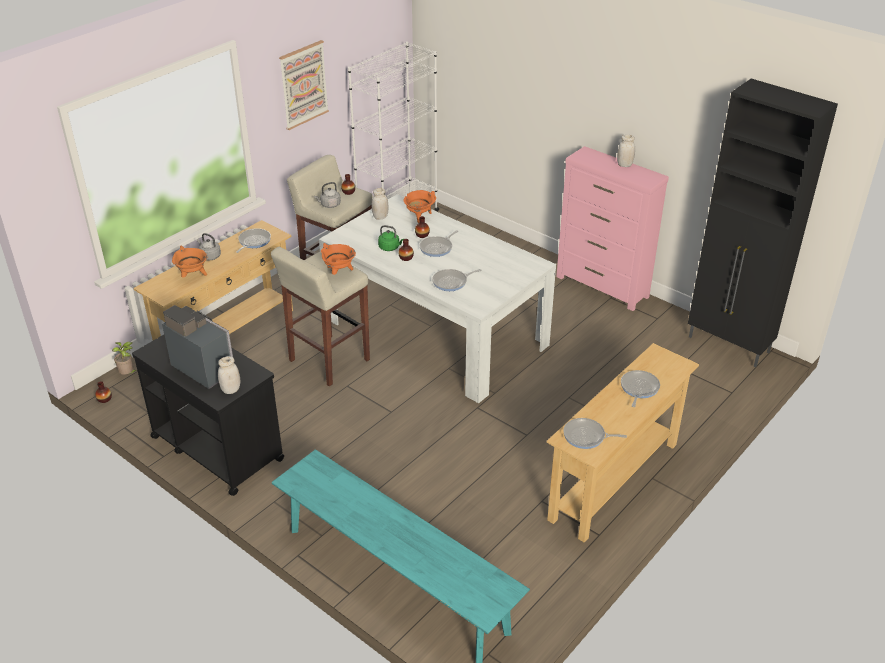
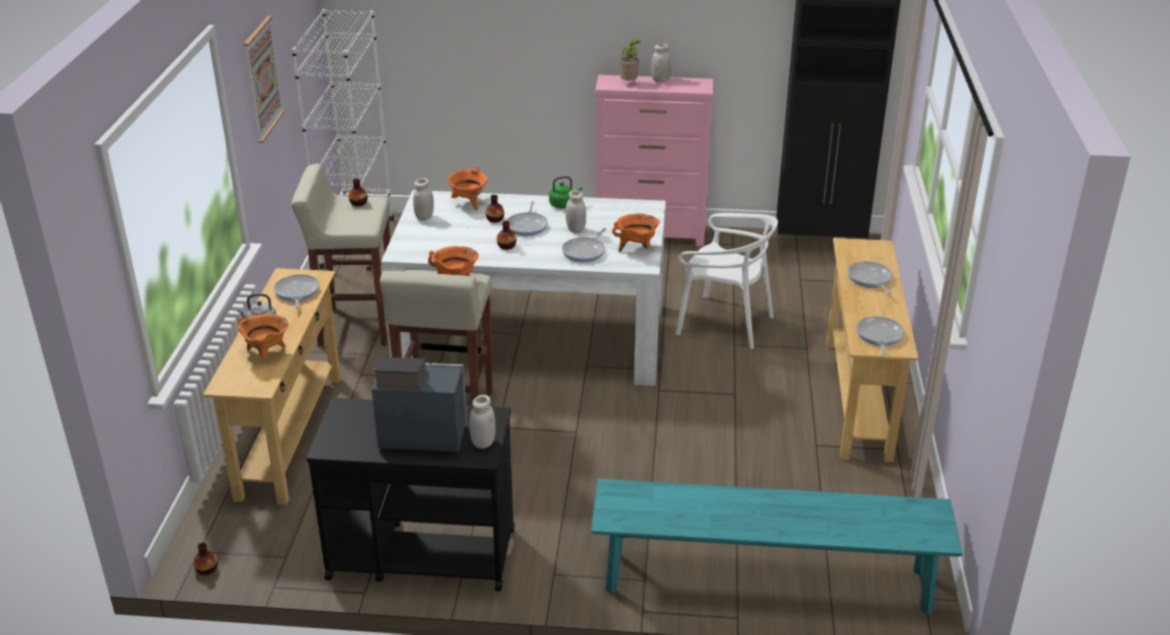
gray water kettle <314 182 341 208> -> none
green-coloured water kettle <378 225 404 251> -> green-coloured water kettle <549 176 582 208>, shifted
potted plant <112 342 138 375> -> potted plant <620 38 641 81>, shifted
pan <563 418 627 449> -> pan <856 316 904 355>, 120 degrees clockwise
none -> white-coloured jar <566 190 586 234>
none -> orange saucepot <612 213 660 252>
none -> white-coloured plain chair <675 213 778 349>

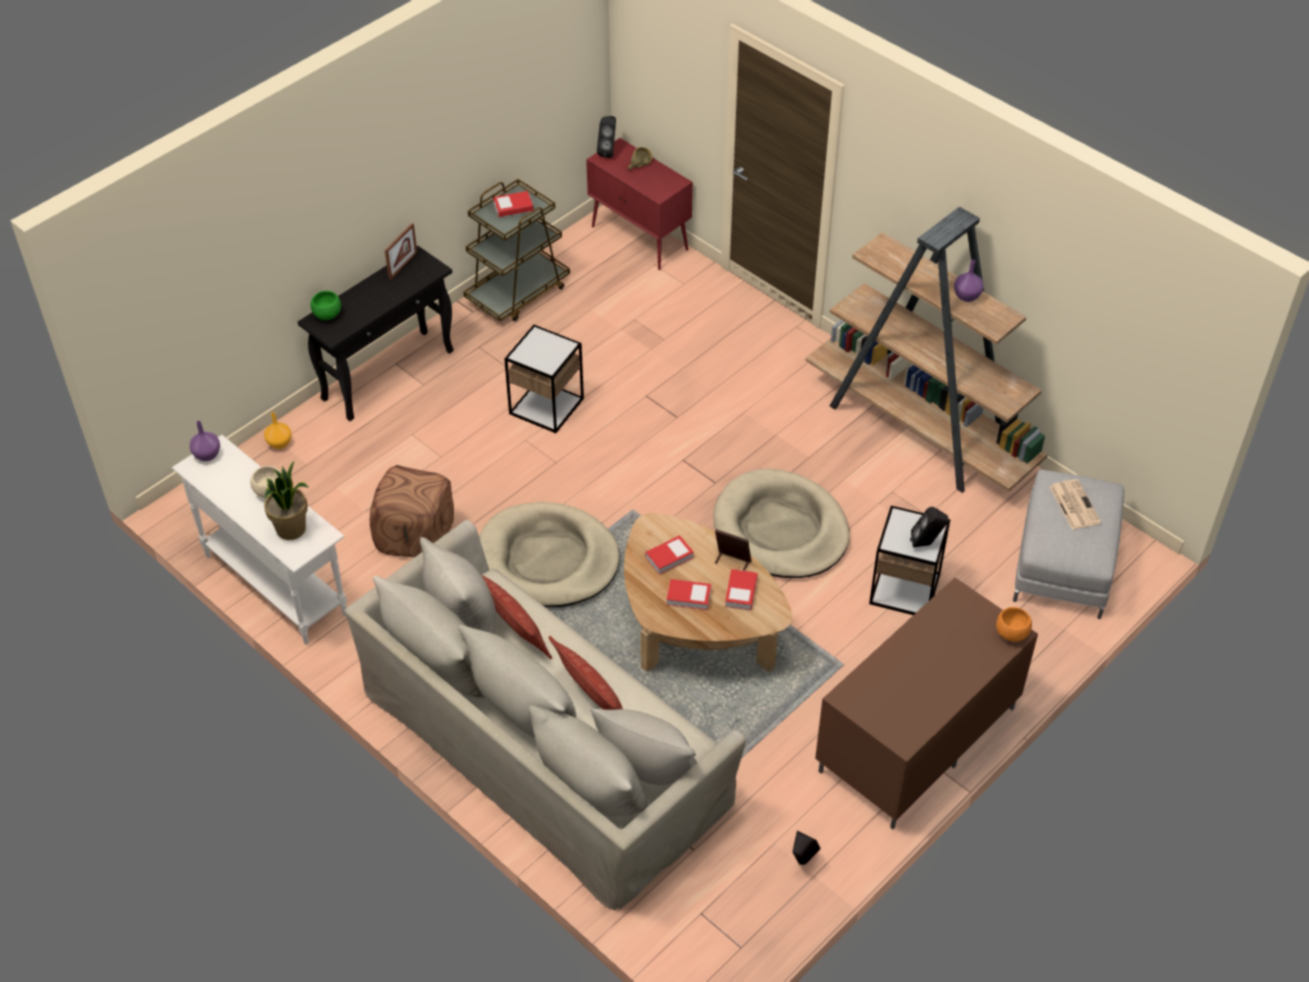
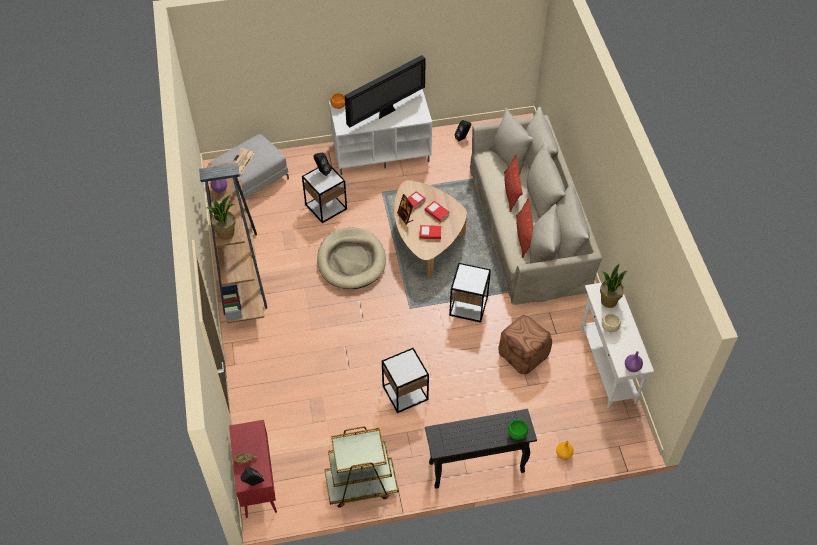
book <493 191 533 217> -> none
photo frame <385 223 417 280> -> none
beige dog cushion <479 502 620 608> -> accent table <449 263 491 323>
brownish tv stand <815 578 1038 829> -> white-coloured tv stand <329 89 432 175>
none -> TV set <344 55 426 127>
none -> potted plant <207 195 236 240>

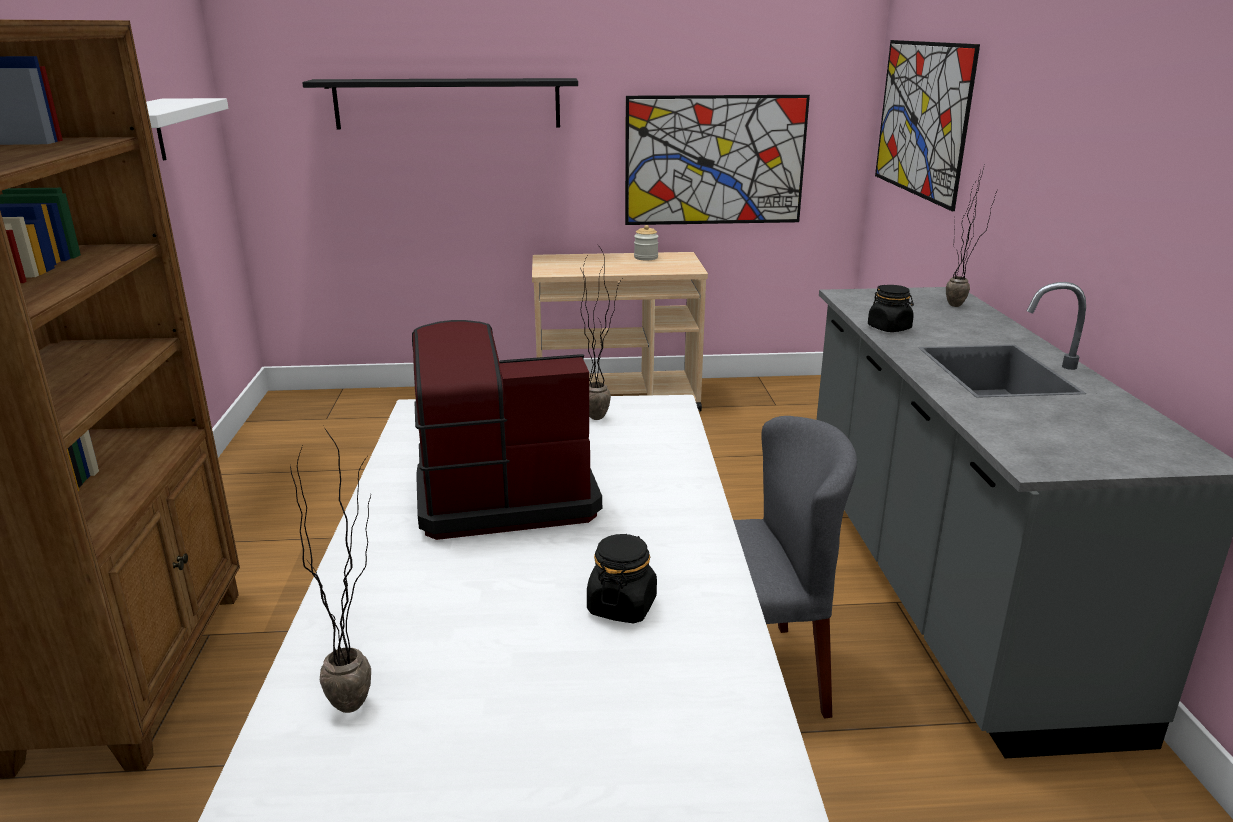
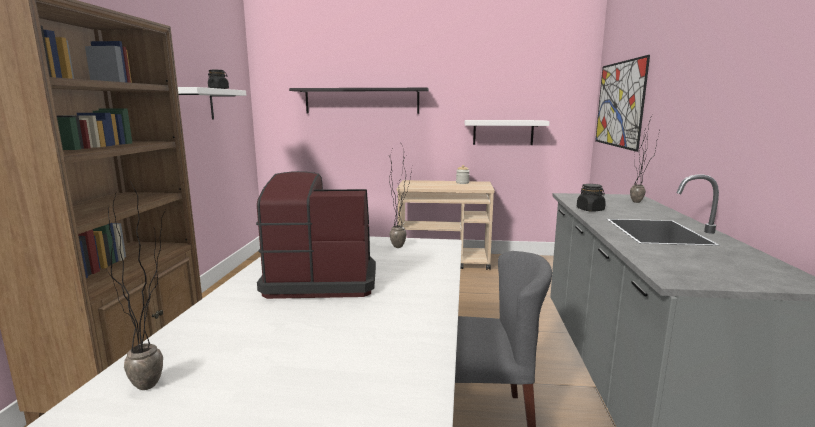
wall art <625 95 810 225> -> white-coloured wall shelf <465 120 550 145>
black jar <587 534 657 624> -> black jar <208 70 229 89>, shifted

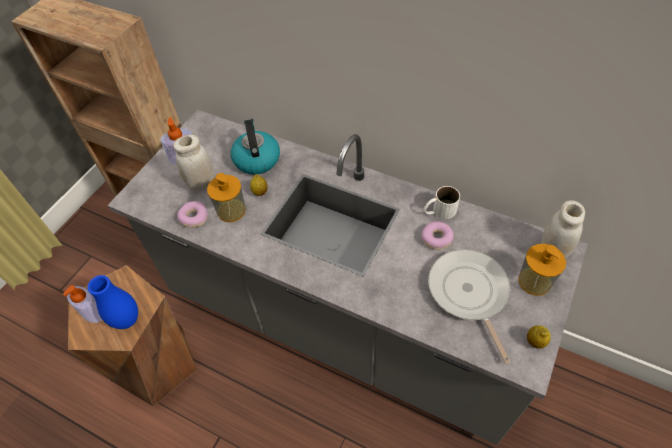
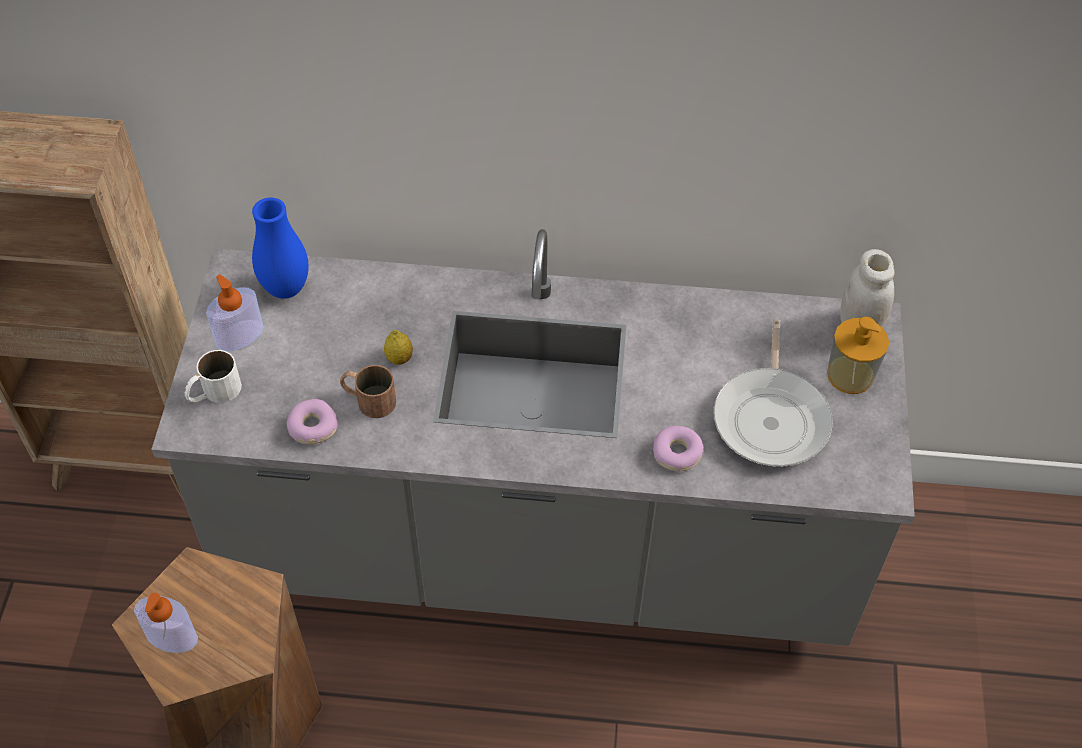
water kettle <231 119 280 175> -> none
white-coloured jar <173 134 214 191> -> none
liquid soap bottle <207 173 246 222> -> brownish tea mug <340 365 396 418>
white-coloured tea mug <424 186 460 219> -> white-coloured tea mug <185 350 242 403>, shifted
donut <421 221 454 250> -> donut <653 426 704 471>, shifted
pan <428 249 510 364> -> pan <713 319 833 467>, 135 degrees counterclockwise
blue-coloured decorative vase <88 275 138 329> -> blue-coloured decorative vase <252 197 309 299>, shifted
whole lemon <527 325 551 349> -> none

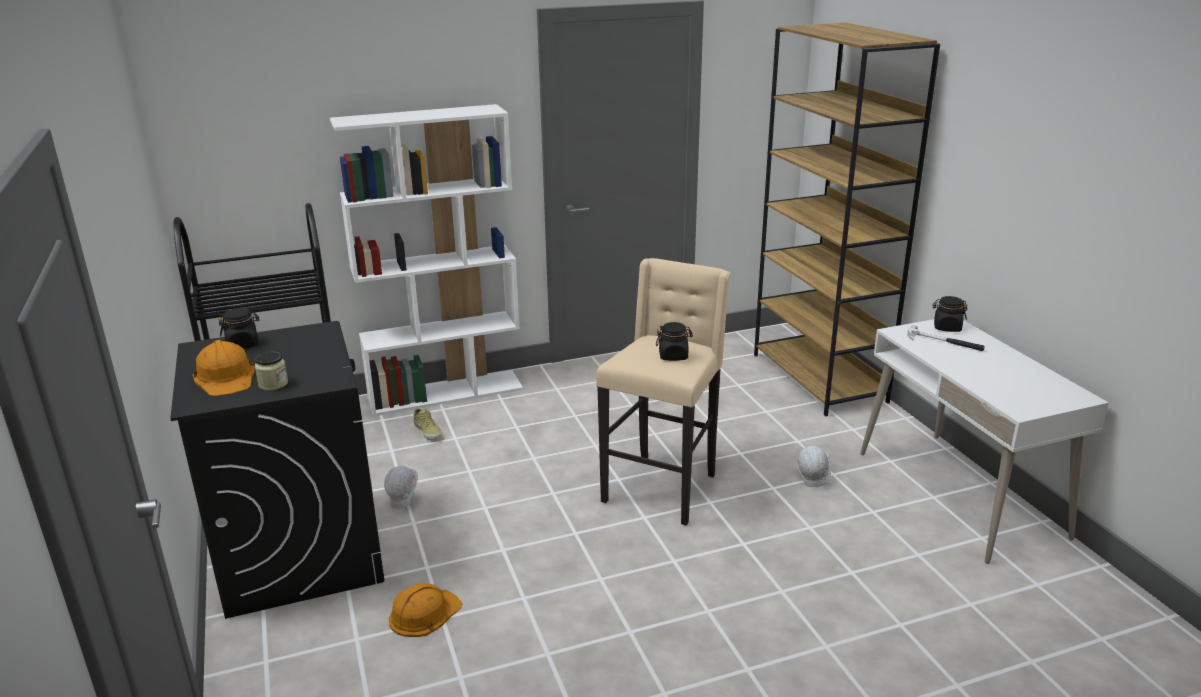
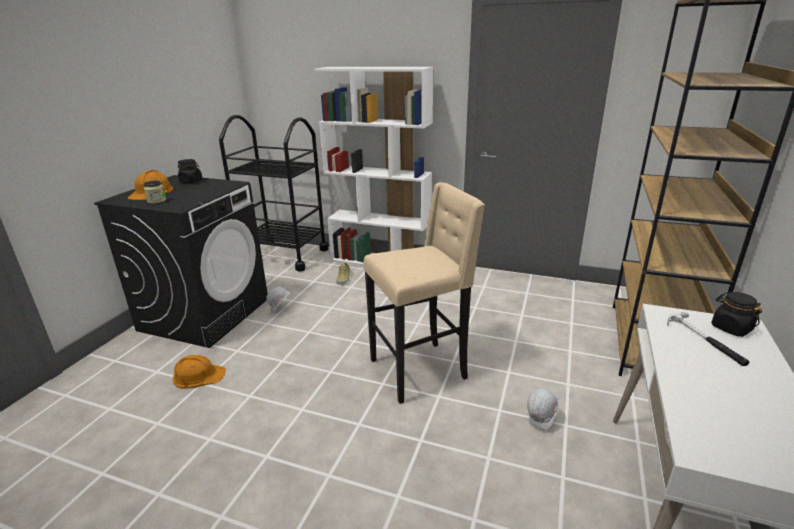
black jar <656 322 693 361> -> none

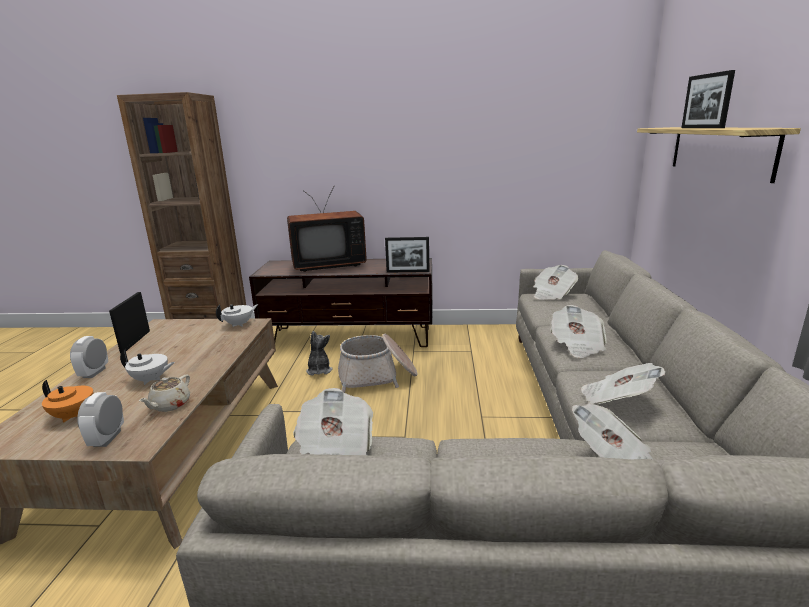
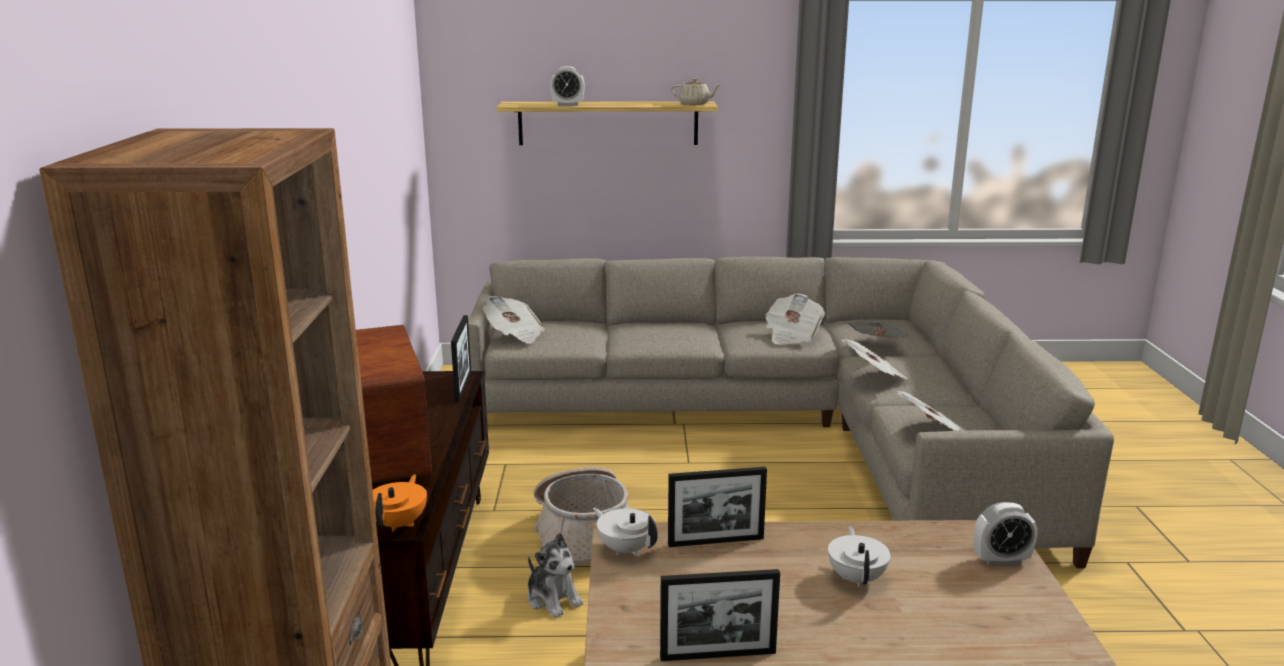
photo frame <681 70 735 128> -> photo frame <668 467 767 547>, shifted
printed paper <550 305 607 358> -> printed paper <841 339 909 379>, shifted
cuddly toy <306 331 333 376> -> cuddly toy <528 533 584 618>, 120 degrees counterclockwise
bedside clock <70 336 108 378> -> bedside clock <550 66 585 106>, shifted
beige tea pot <139 374 190 412> -> beige tea pot <671 78 721 105>, shifted
orange tea pot <42 380 94 422> -> orange tea pot <373 474 427 532>, shifted

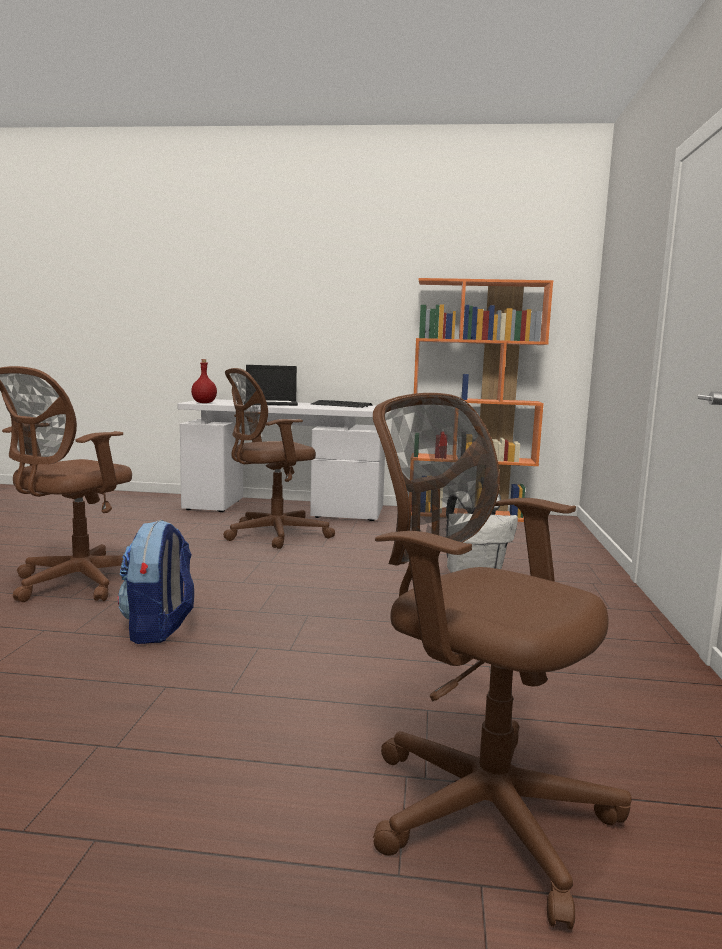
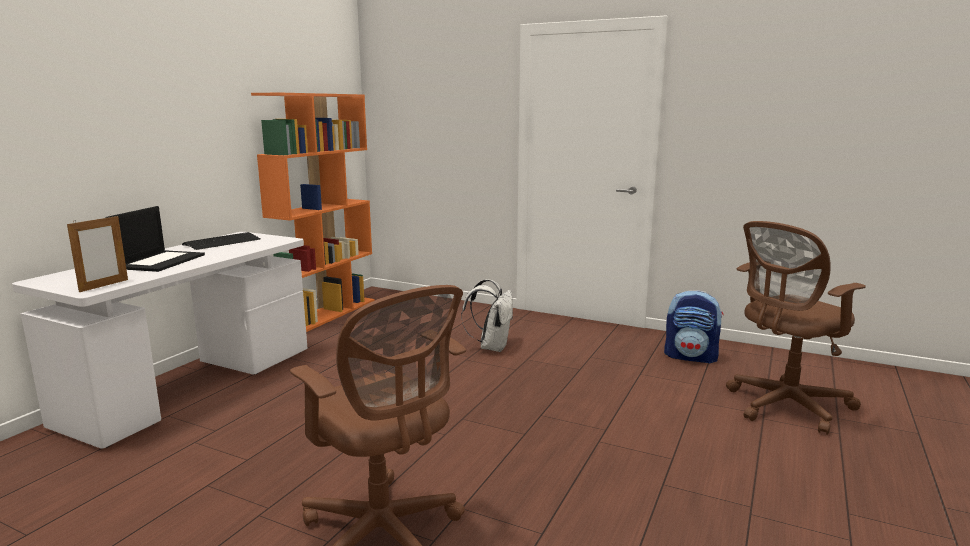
red-coloured drink bottle <191 359 217 403> -> photo frame <67 215 128 292>
brownish computer chair <224 368 335 549> -> none
rucksack <118 520 194 644> -> rucksack <664 290 724 364>, shifted

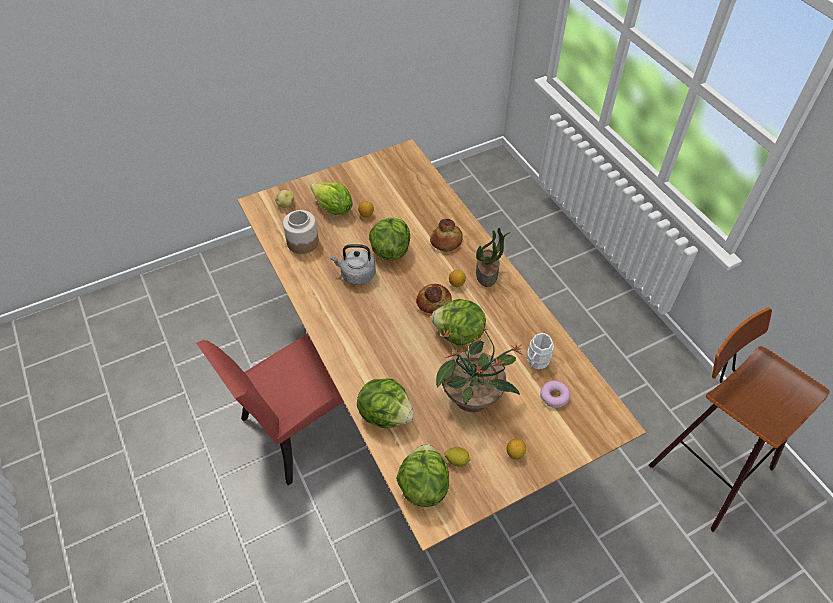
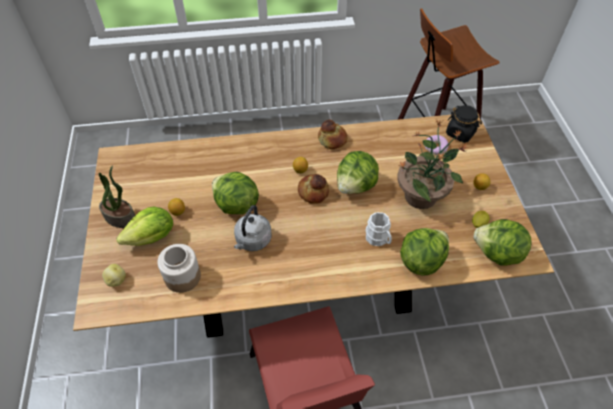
baked bread <430 219 463 252> -> baked bread <318 120 347 149>, shifted
potted plant <476 228 511 287> -> potted plant <99 165 135 228>, shifted
white-coloured tea mug <527 333 554 370> -> white-coloured tea mug <365 212 392 246>, shifted
none -> black jar <446 105 482 143>

